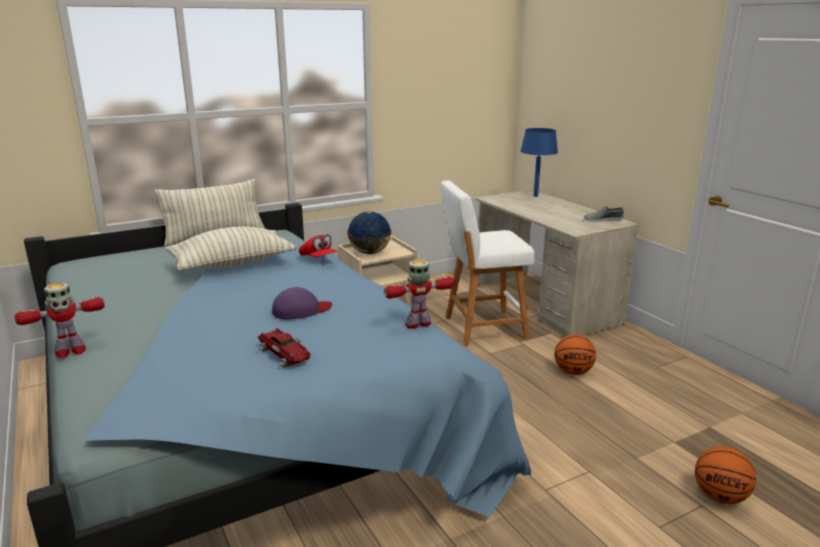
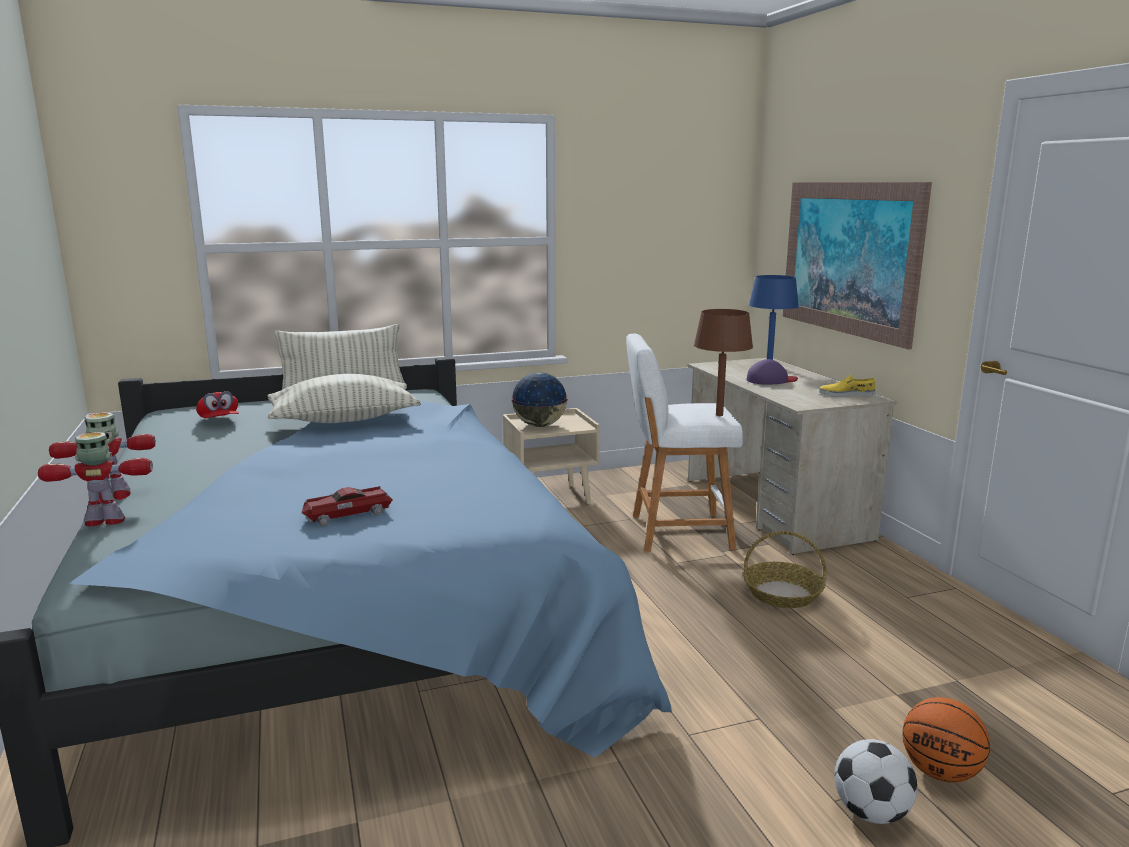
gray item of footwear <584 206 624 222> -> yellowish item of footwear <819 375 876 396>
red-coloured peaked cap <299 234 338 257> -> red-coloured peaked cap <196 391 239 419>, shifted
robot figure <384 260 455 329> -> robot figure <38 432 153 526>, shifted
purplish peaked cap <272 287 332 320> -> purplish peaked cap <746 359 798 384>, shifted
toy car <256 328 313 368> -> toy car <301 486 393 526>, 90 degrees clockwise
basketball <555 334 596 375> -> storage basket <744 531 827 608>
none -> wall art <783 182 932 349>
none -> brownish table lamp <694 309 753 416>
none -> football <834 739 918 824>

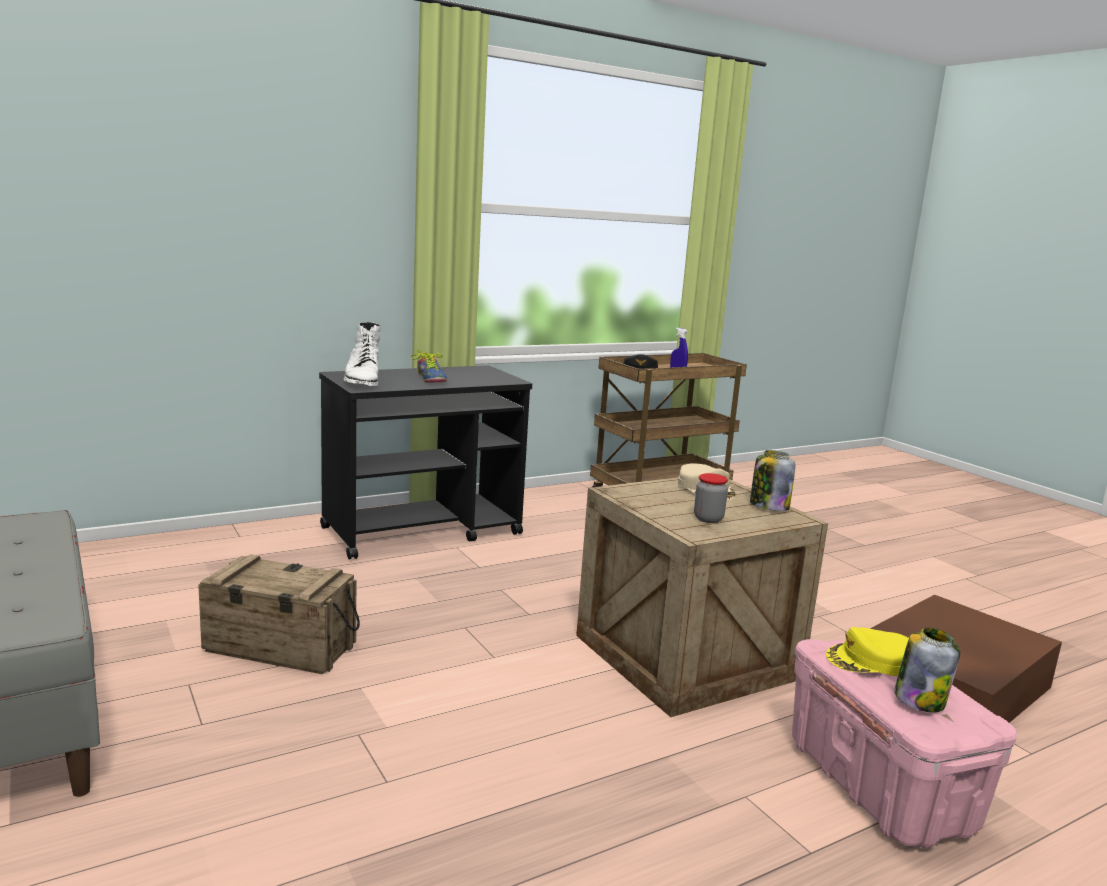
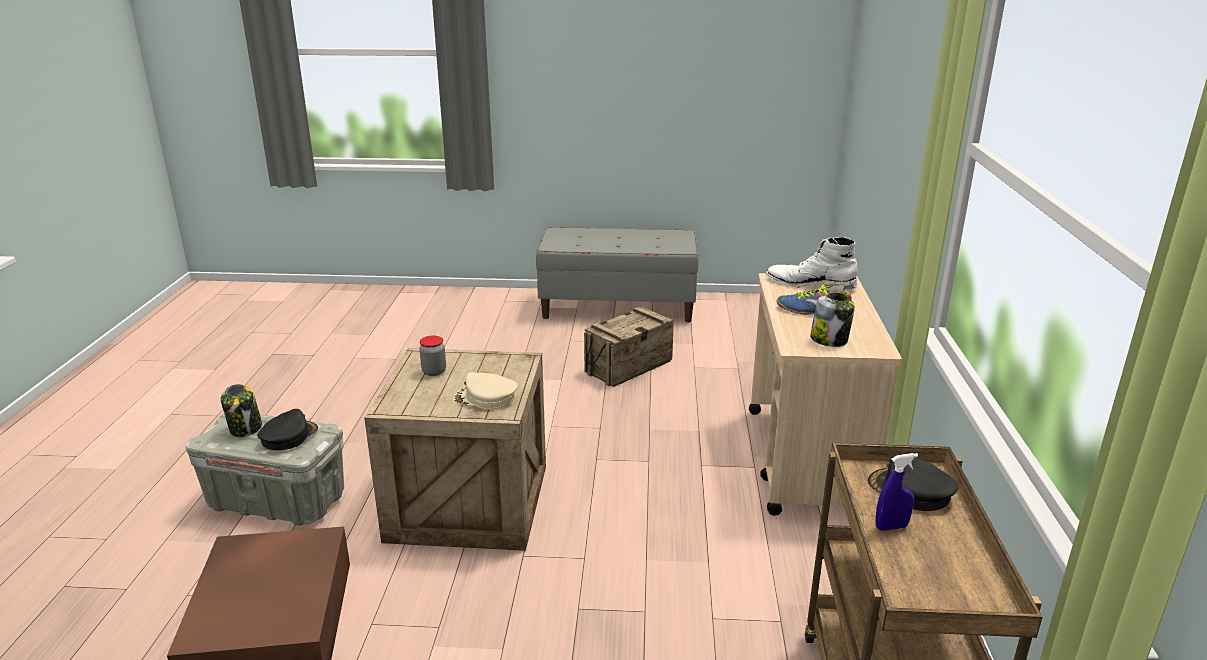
black cart <319 366 532 560> -> beige cart <749 273 902 516>
jar <750 450 795 511> -> jar <810 292 855 347>, shifted
yellowish peaked cap <826 627 909 676> -> black peaked cap <257 409 318 450>
pink storage container <792 639 1017 848> -> gray storage container <186 414 344 526>

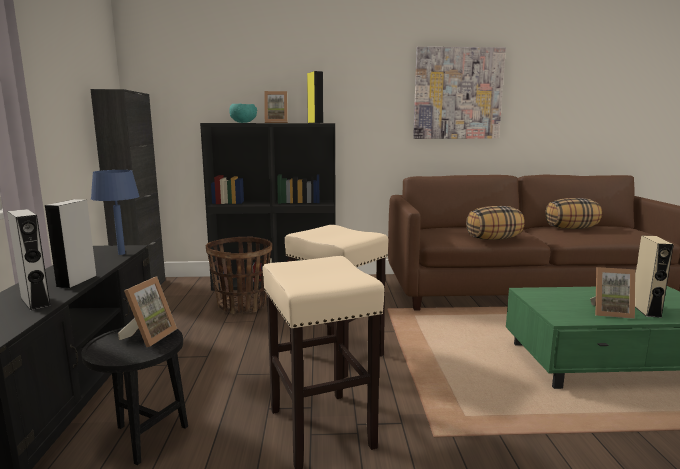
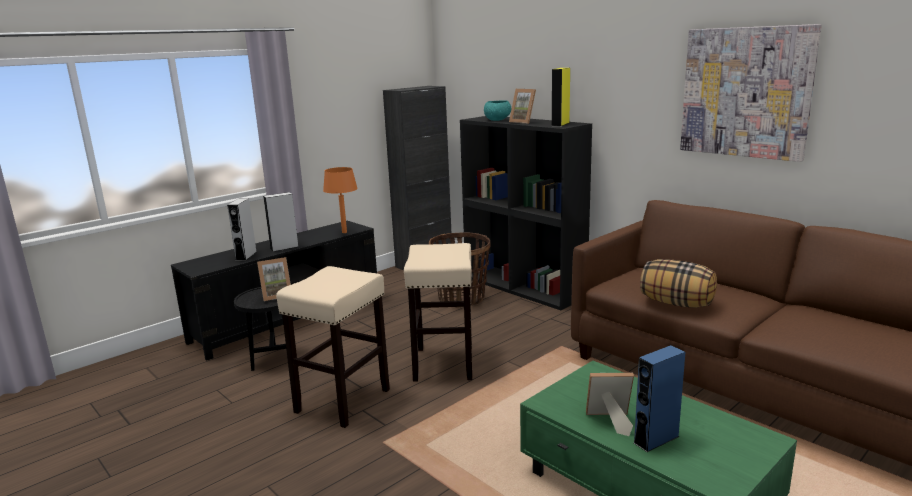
blue-coloured table lamp <91 170 140 255> -> orange table lamp <323 167 358 233>
cushion <545 198 602 229> -> none
beige audio speaker <635 235 674 318> -> blue-coloured audio speaker <634 345 685 452>
photo frame <590 267 636 319> -> photo frame <586 373 634 436>, 120 degrees clockwise

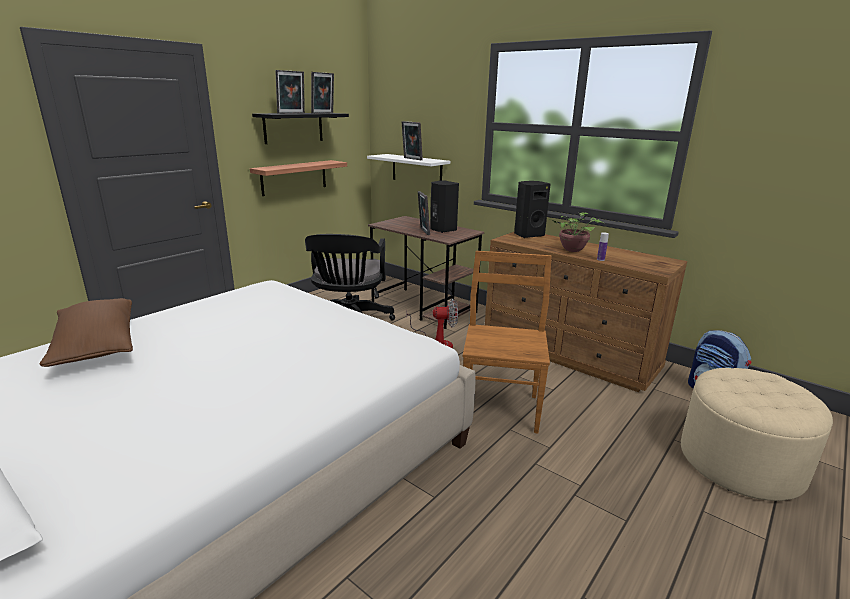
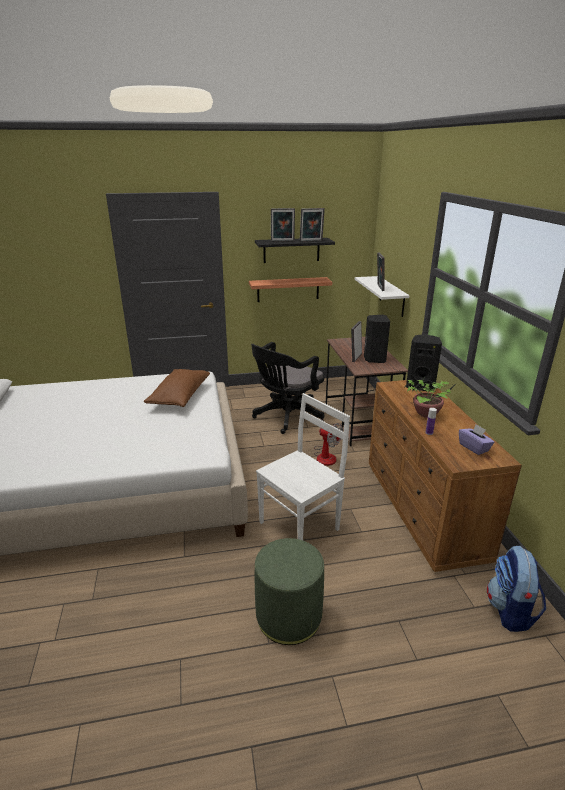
brownish plain chair <463 251 552 434> -> white-coloured plain chair <256 393 350 540>
brownish cushion <40 298 133 367> -> brownish cushion <144 369 210 407>, shifted
beige ottoman <681 368 833 501> -> none
none -> purplish tissue holder <459 424 494 455>
none -> green-coloured ottoman <255 538 324 645>

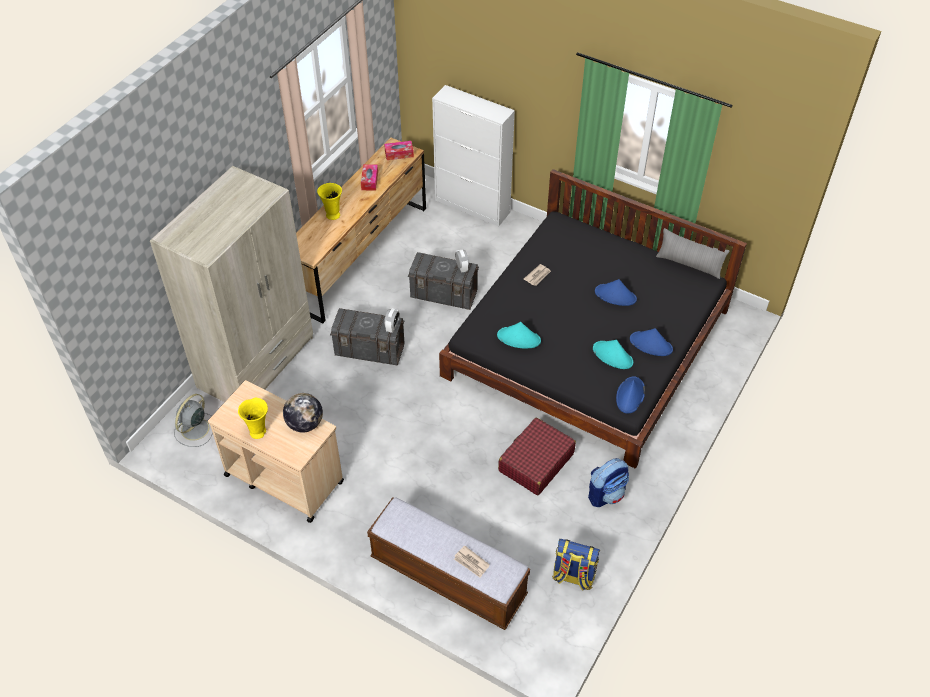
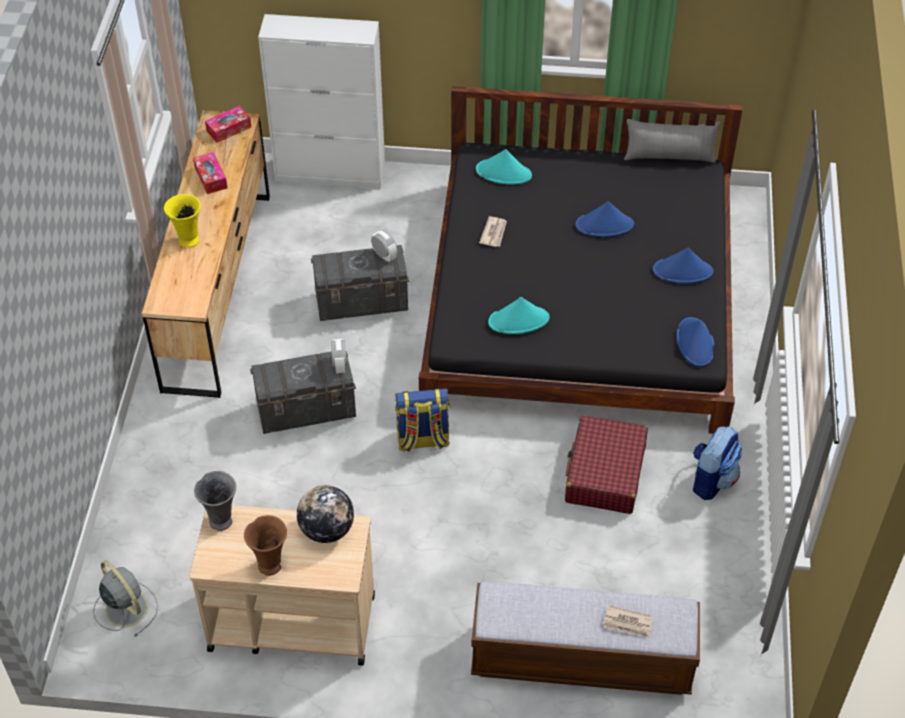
beige clothes cupboard <150 166 313 402> -> none
blue-green wearable hat <593 340 633 369> -> blue-green wearable hat <476 149 532 185>, shifted
gray cooling fan <174 394 213 447> -> gray cooling fan <93 560 158 636>, 135 degrees clockwise
yellowish decorative vase <238 398 268 439> -> brownish decorative vase <244 515 287 576>
rucksack <552 539 600 591> -> rucksack <395 388 450 453>, shifted
none -> gray decorative vase <194 471 236 531>

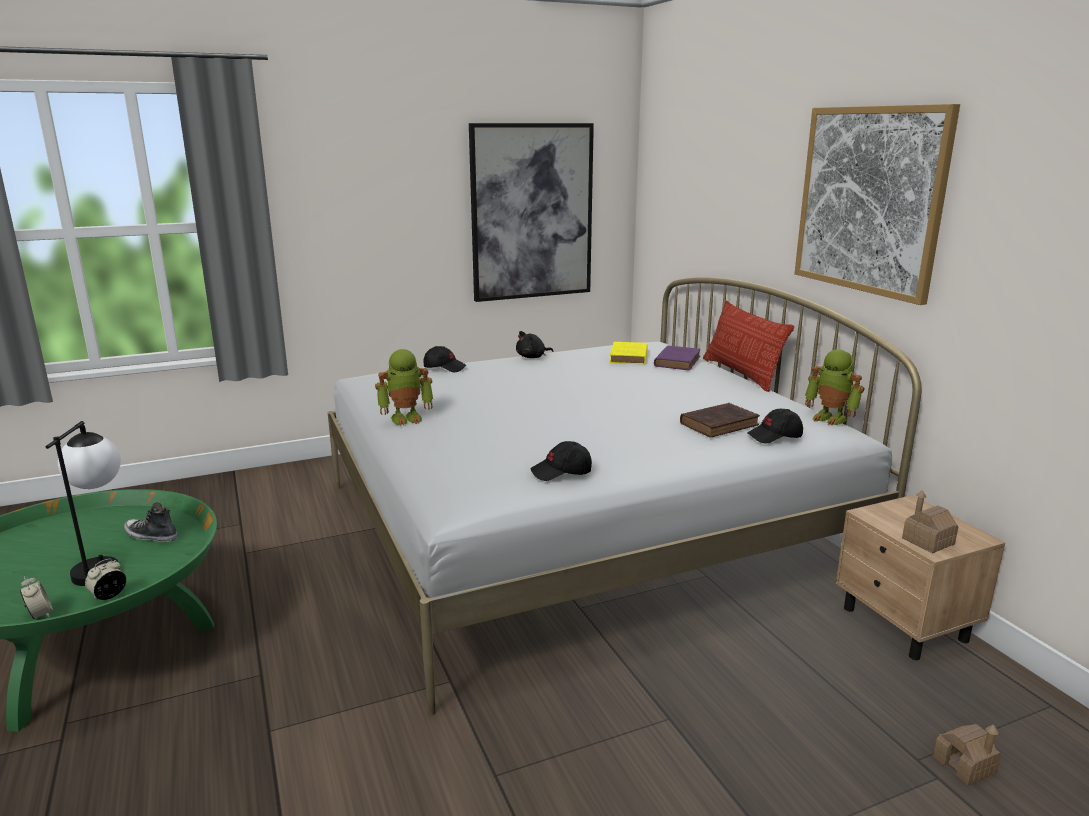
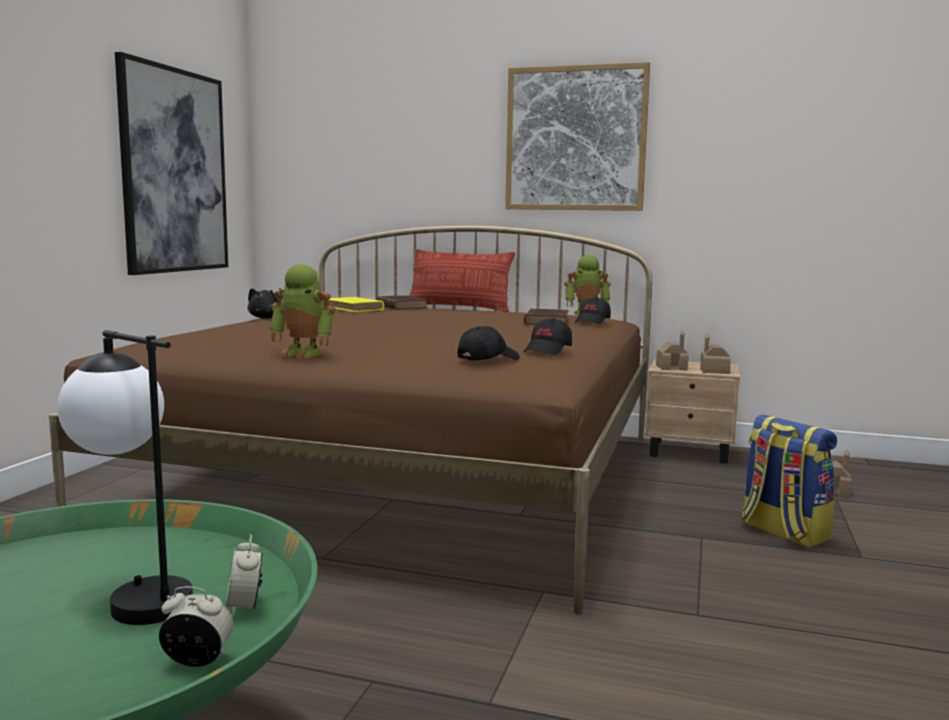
white-coloured sleeping bed <328 277 921 715> -> brownish sleeping bed <49 226 652 615>
purplish book <654 345 701 370> -> brownish book <375 295 428 310>
black peaked cap <423 346 466 372> -> black peaked cap <458 326 520 360>, shifted
robot figure <375 349 433 426> -> robot figure <269 264 336 358>, 90 degrees clockwise
item of footwear <124 503 178 543> -> none
none -> miniature house <656 330 689 370>
none -> rucksack <741 414 837 547>

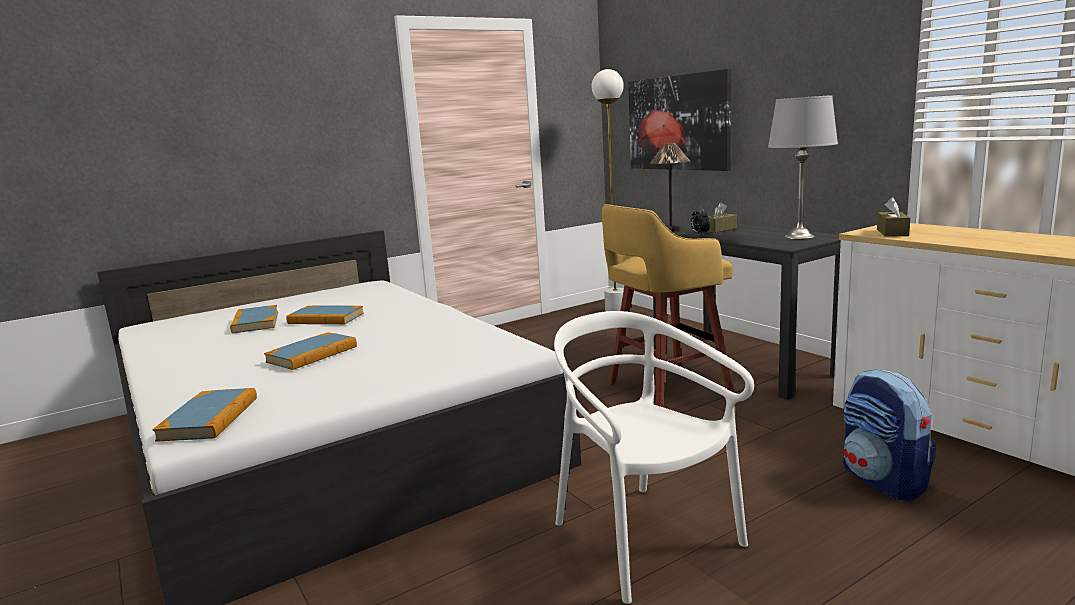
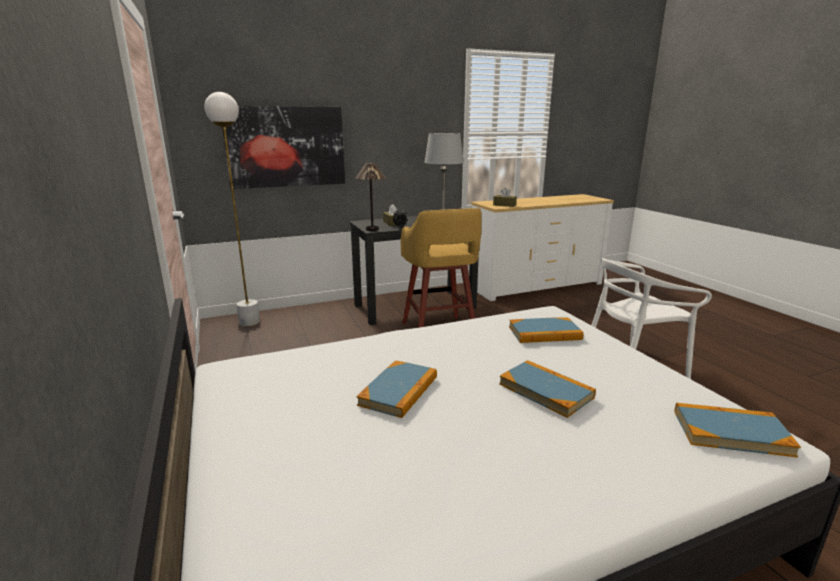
book <230 305 278 334> -> book <509 317 584 343>, shifted
rucksack <843 369 936 501> -> none

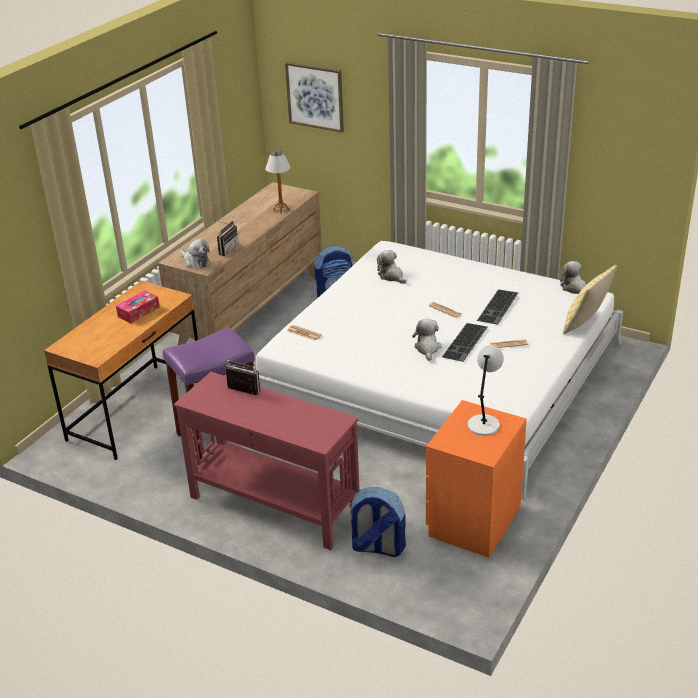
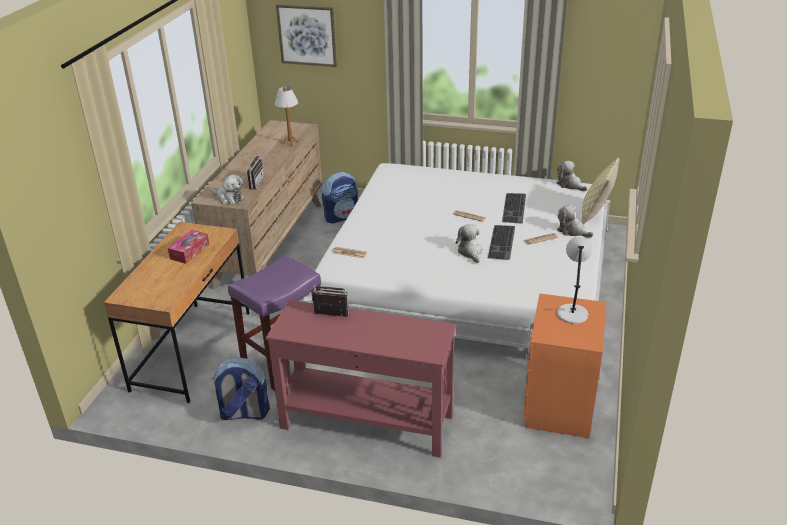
cuddly toy <377 250 406 284> -> cuddly toy <557 205 593 237>, shifted
rucksack <349 487 406 557> -> rucksack <212 357 270 420>, shifted

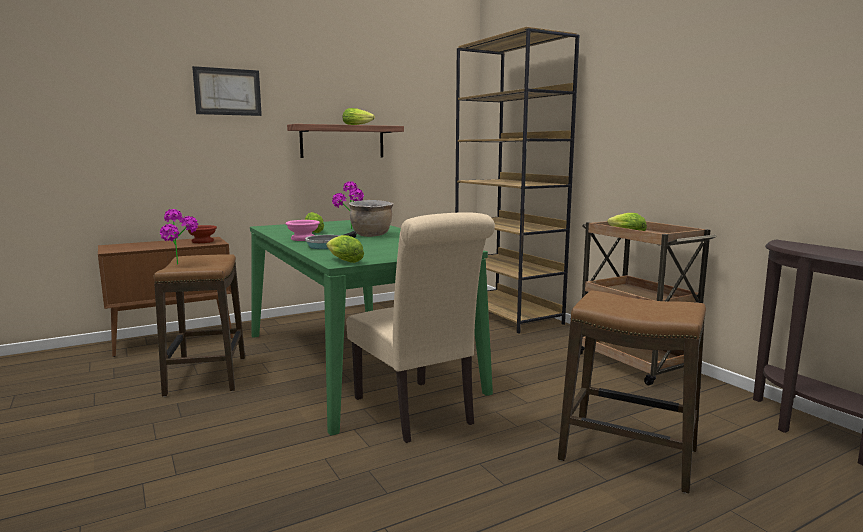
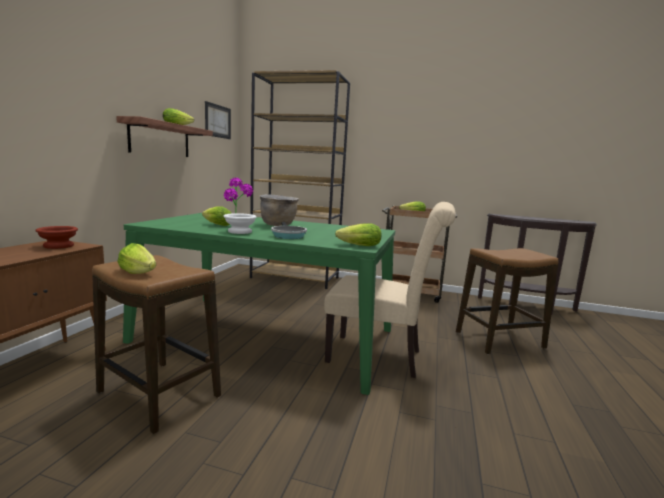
wall art <192 66 262 116> -> wall art <205 101 231 139>, shifted
potted plant <160 209 198 265> -> lettuce head <117 243 156 274>
pink serving bowl <286 220 320 241> -> white-coloured serving bowl <223 213 257 234>

